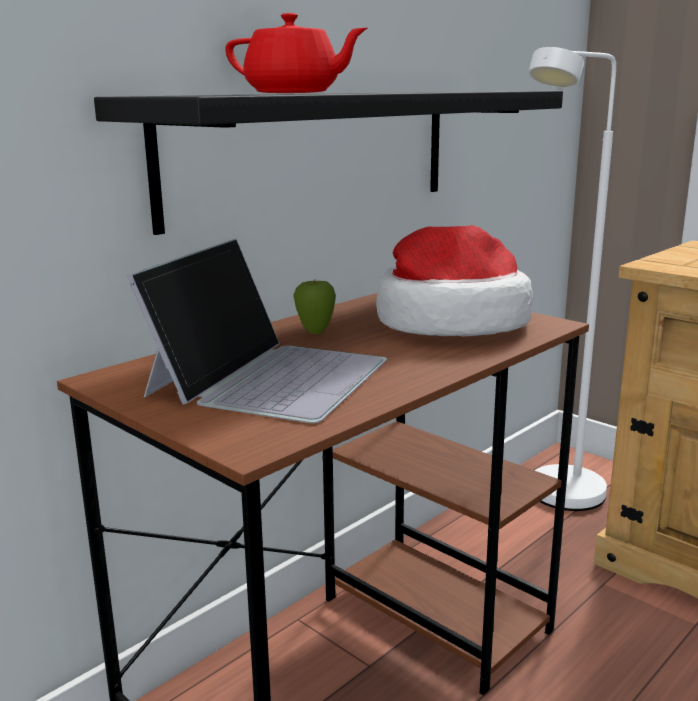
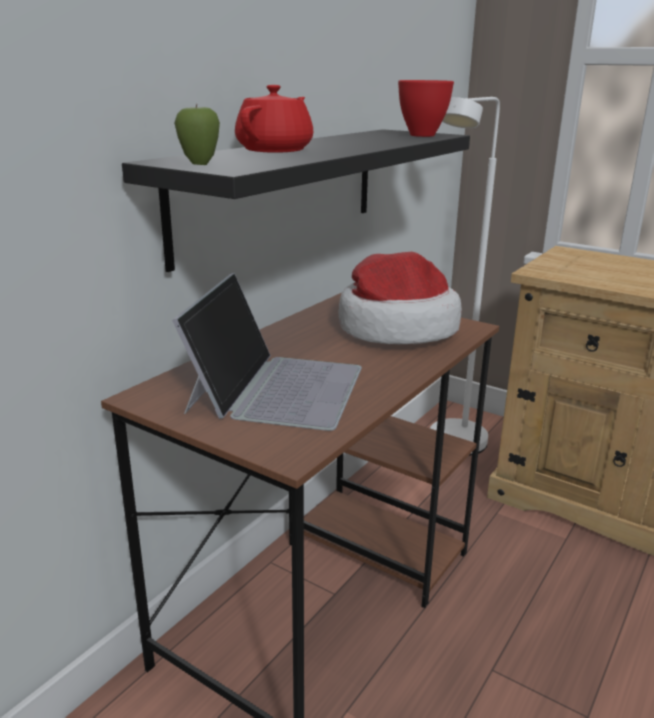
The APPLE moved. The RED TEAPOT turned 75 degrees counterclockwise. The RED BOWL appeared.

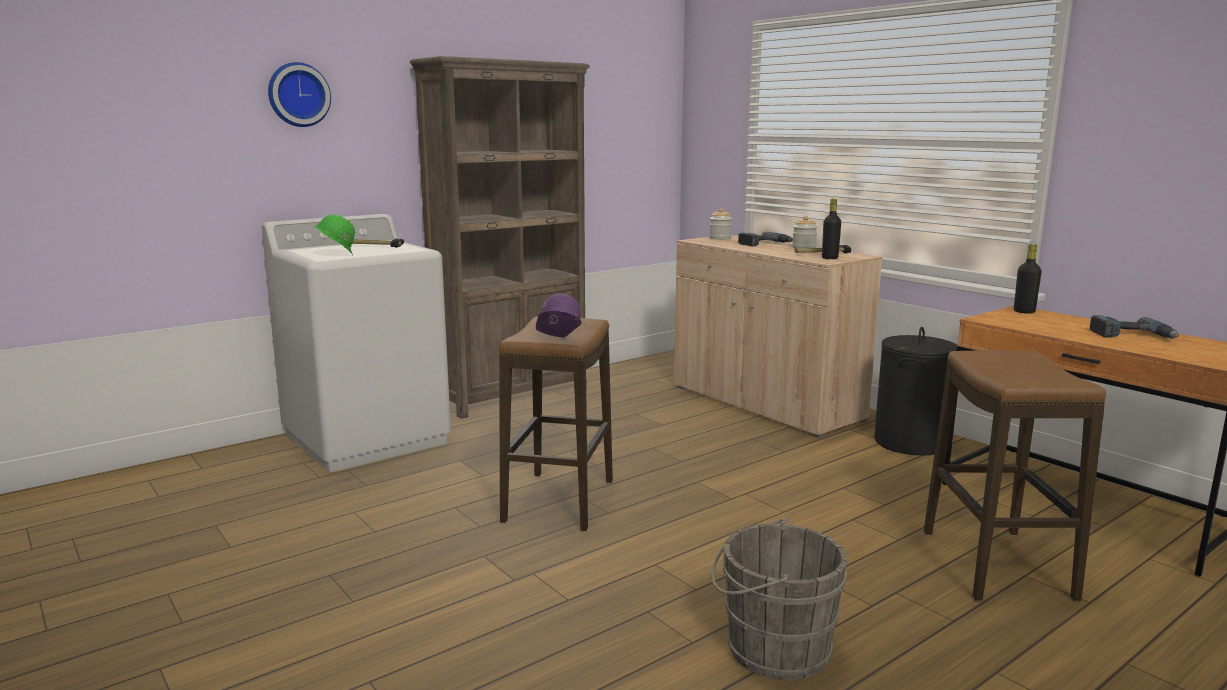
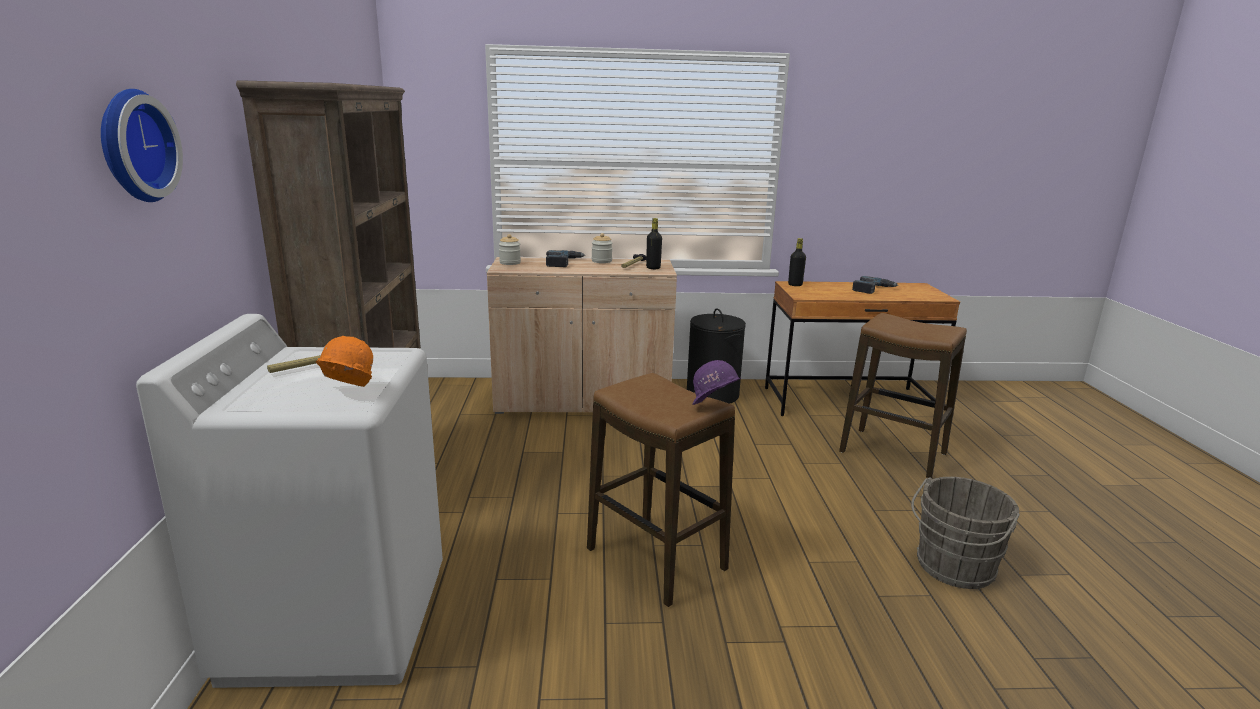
The GREEN HARD HAT became the ORANGE HARD HAT.

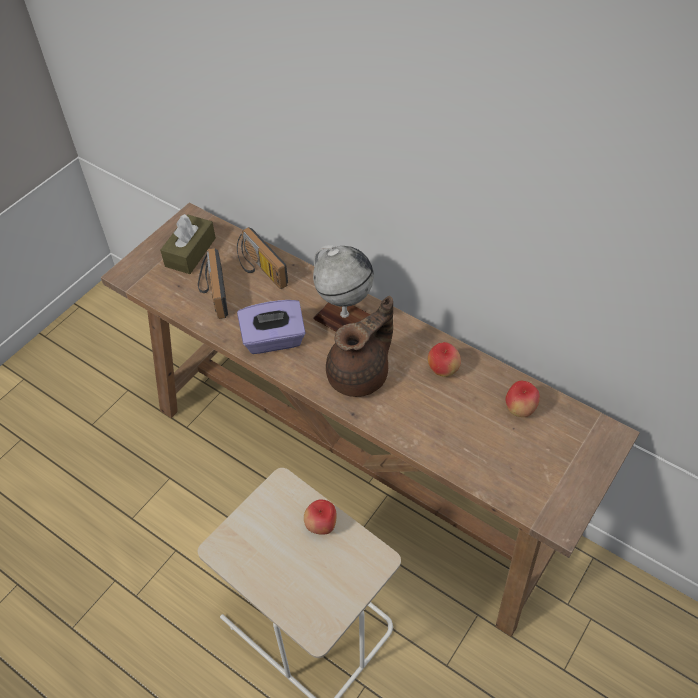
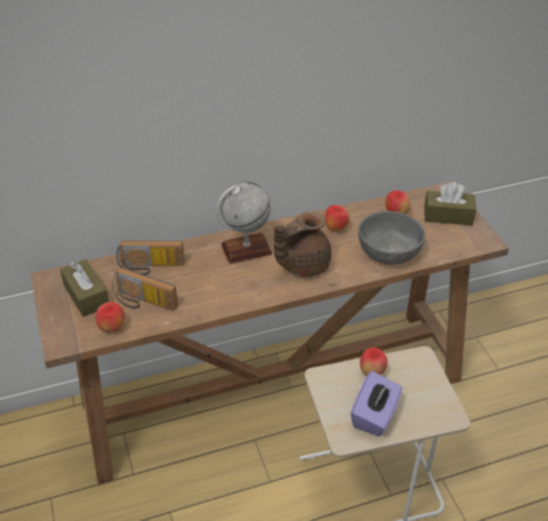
The APPLE (1st from left) appeared. The BROWN TEAPOT turned 120 degrees counterclockwise. The PURPLE TISSUE BOX moved. The GREY BOWL appeared. The BROWN TISSUE BOX (2nd from left) appeared.

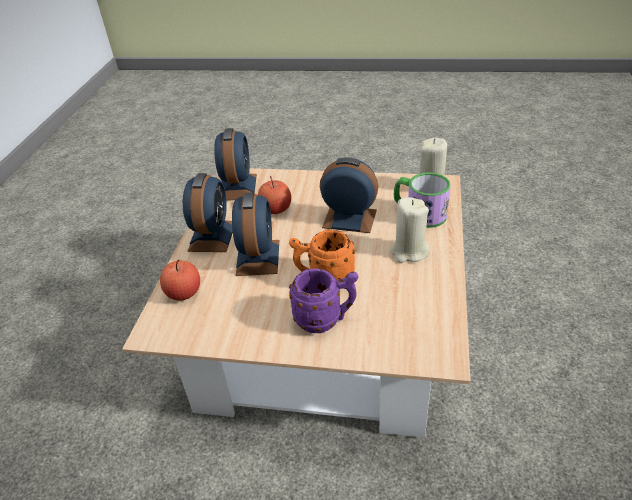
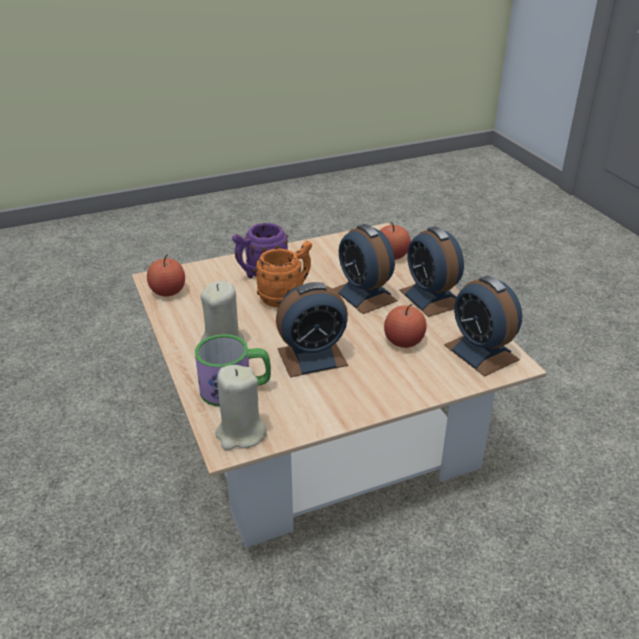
The APPLE (1st from left) appeared.

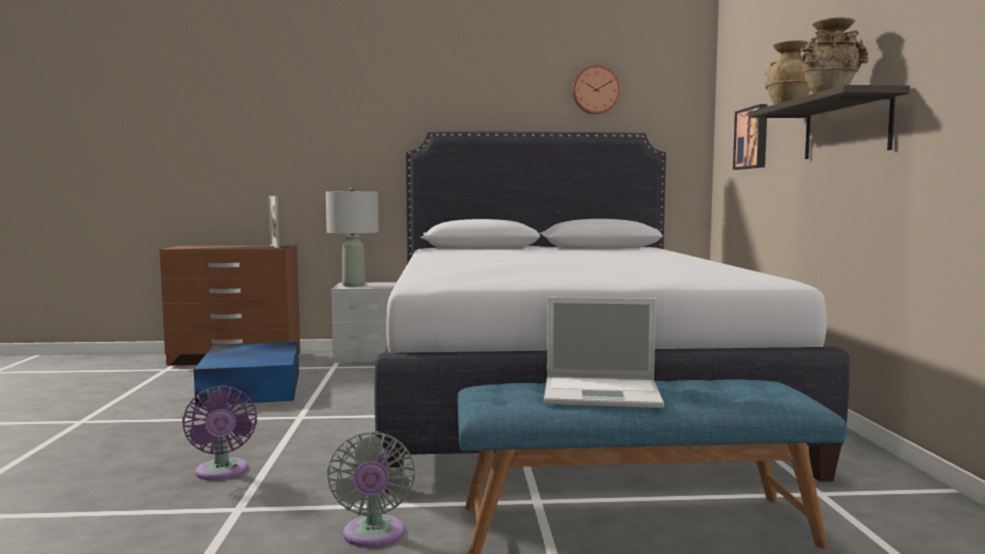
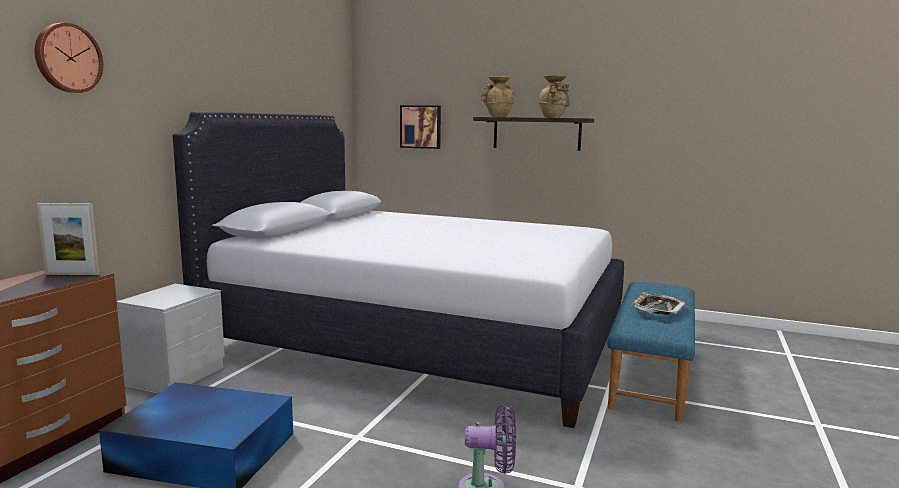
The WALL CLOCK moved. The LAPTOP was replaced by the TRAY. The GREY TABLE LAMP disappeared. The GREY FAN disappeared.

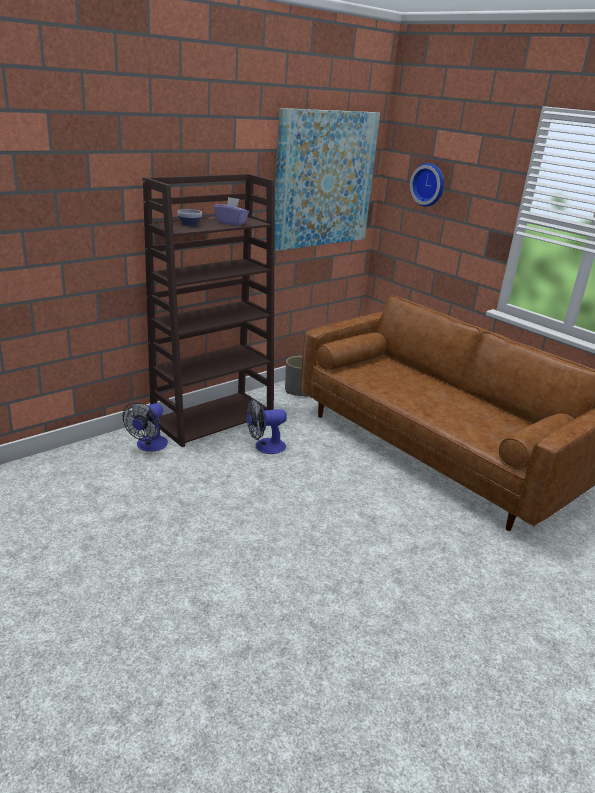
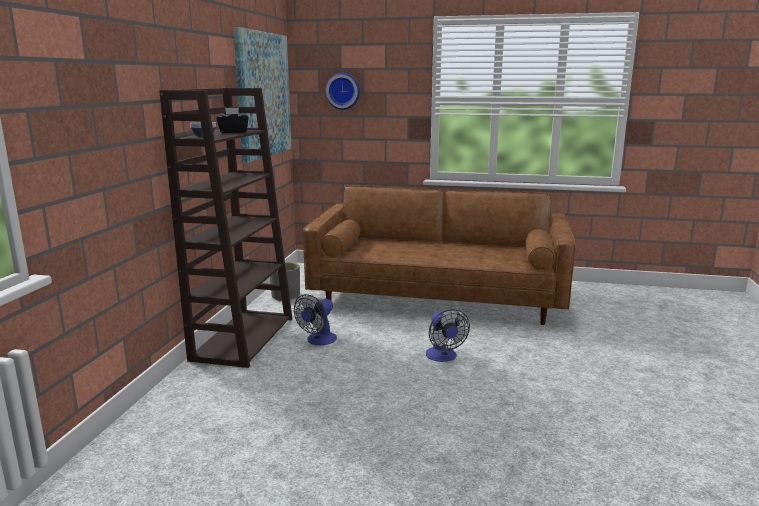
The PURPLE TISSUE BOX became the BLACK TISSUE BOX. The FAN (1st from left in the first image) moved.

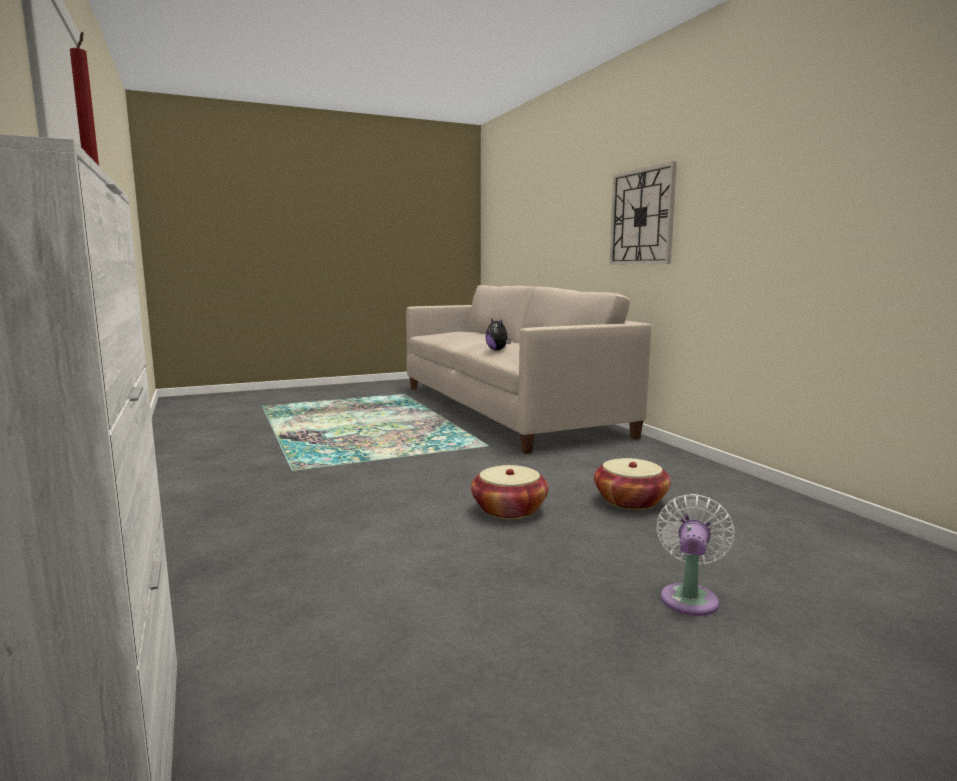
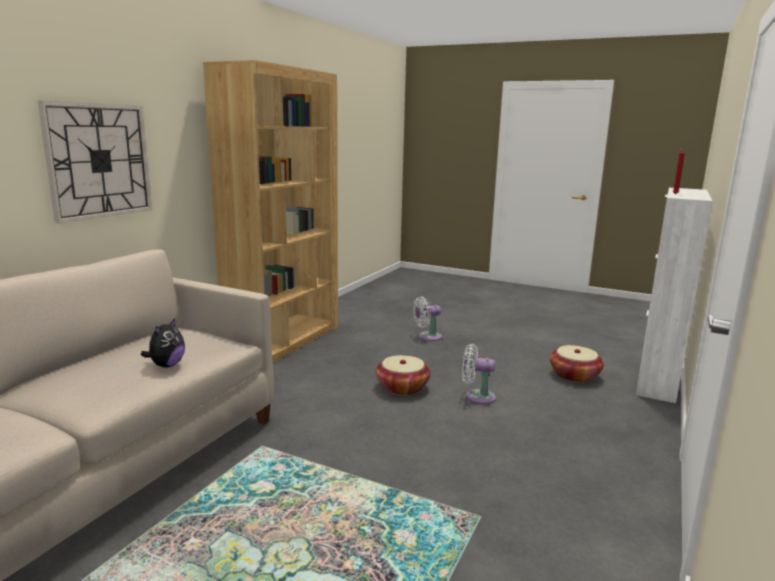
The BROWN BOOKCASE appeared. The WHITE FAN (2nd from left) appeared. The BASKET (2nd from left) moved.

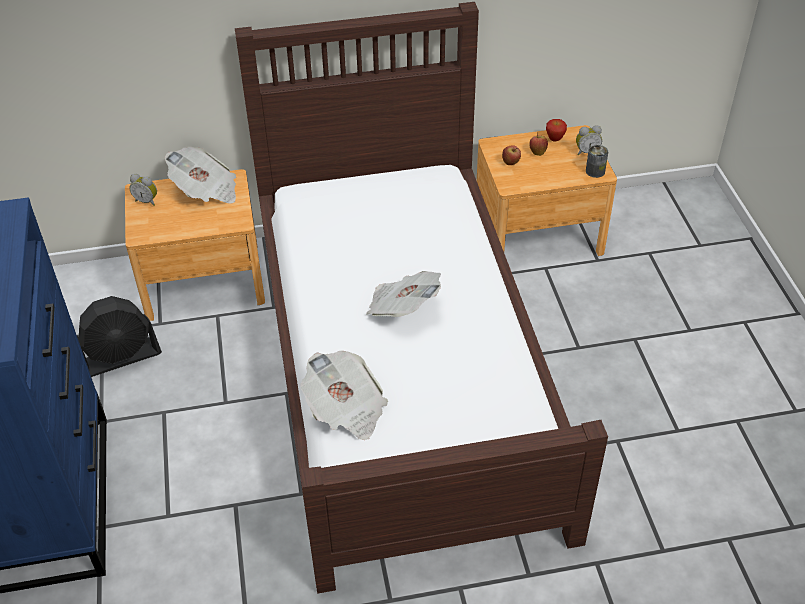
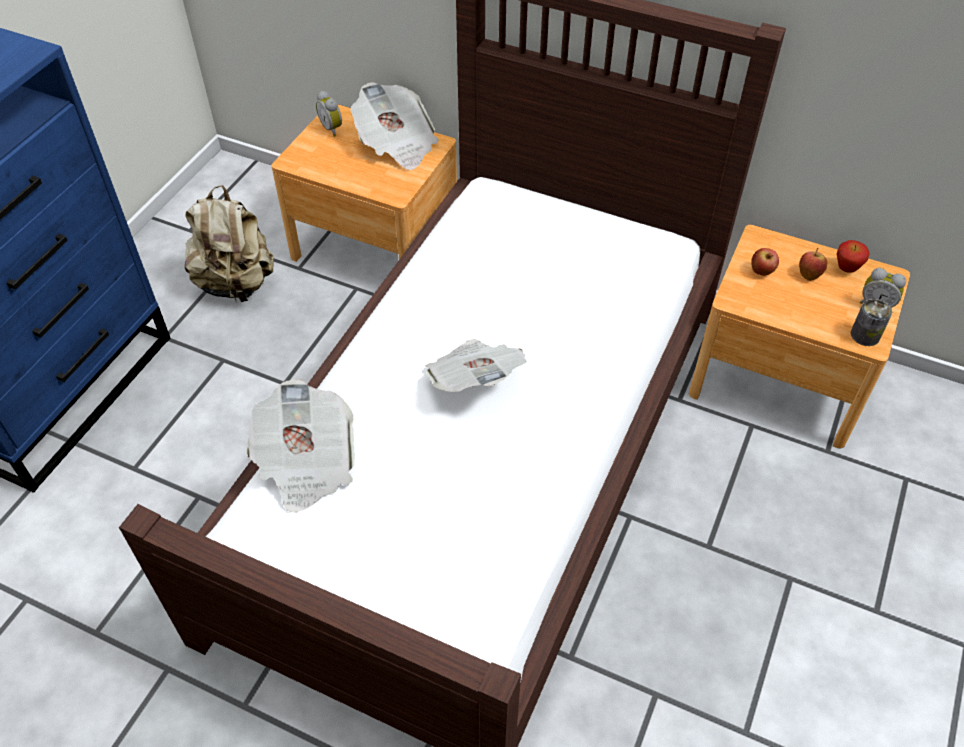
The BLACK FAN was replaced by the BEIGE BACKPACK.

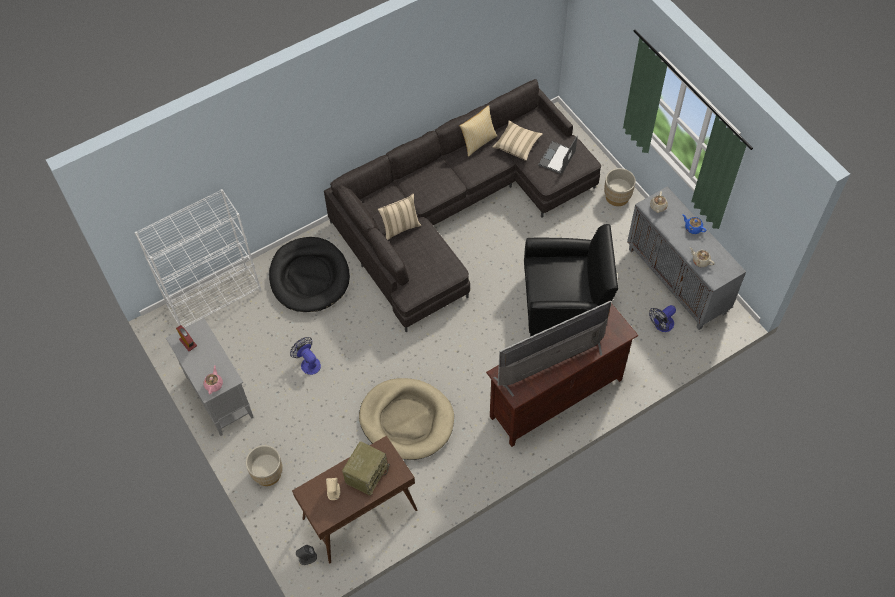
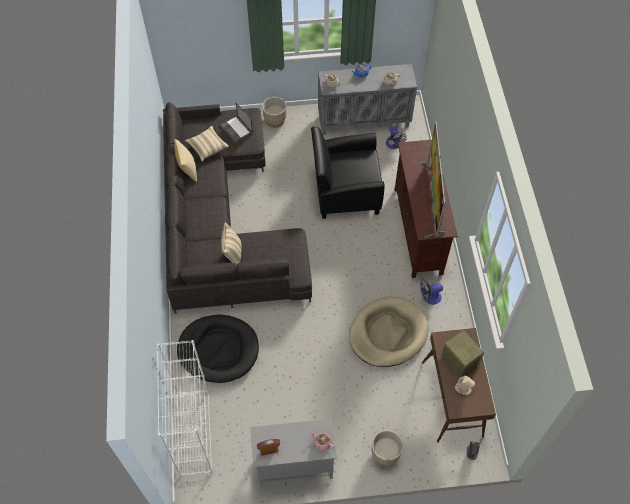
The BLACK ARMCHAIR turned 120 degrees counterclockwise. The FAN (1st from left in the first image) moved.

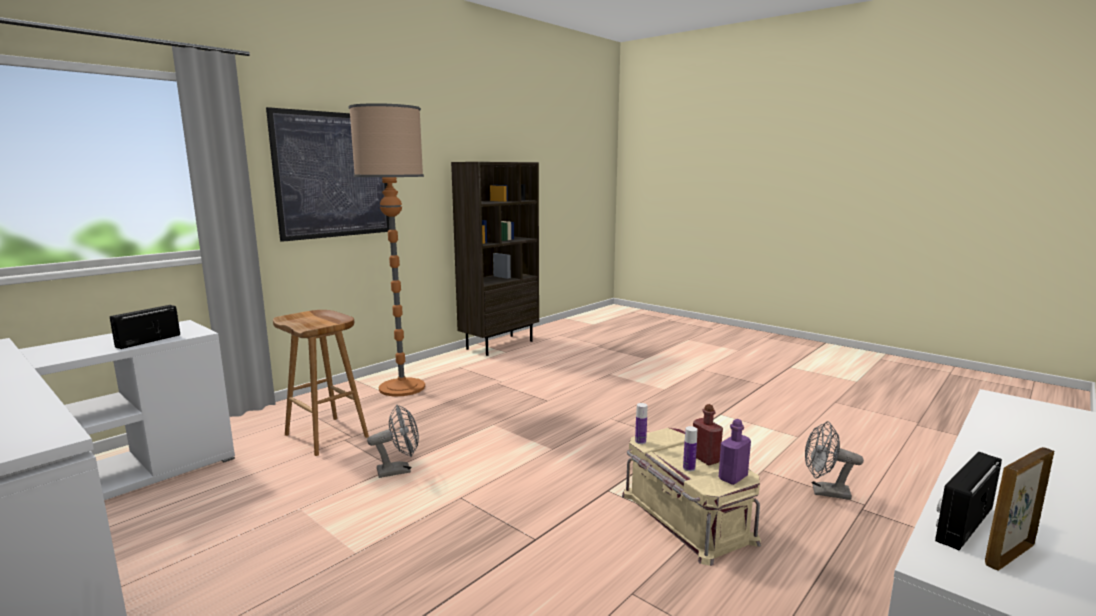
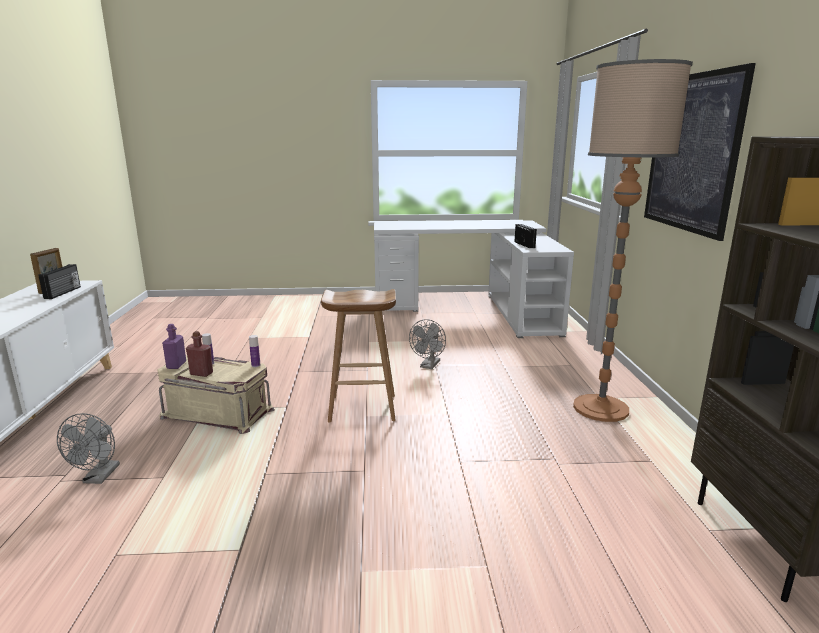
The GREY FAN (2nd from left in the first image) turned 120 degrees clockwise. The BROWN STOOL moved.

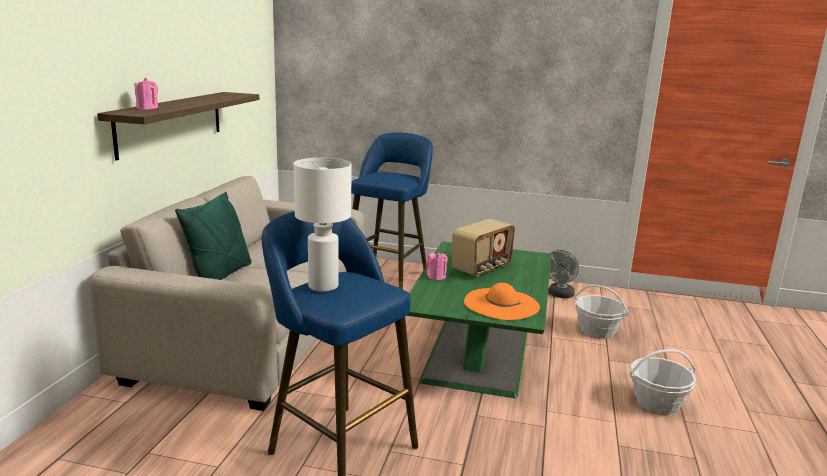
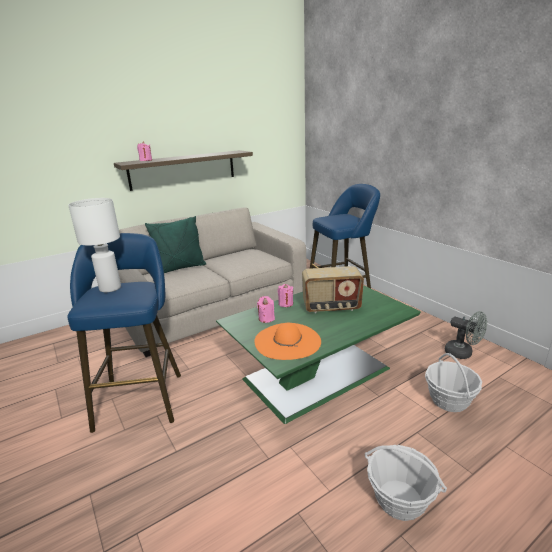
The PINK CANDLE (2nd from left) appeared. The GREY FAN turned 120 degrees counterclockwise.

